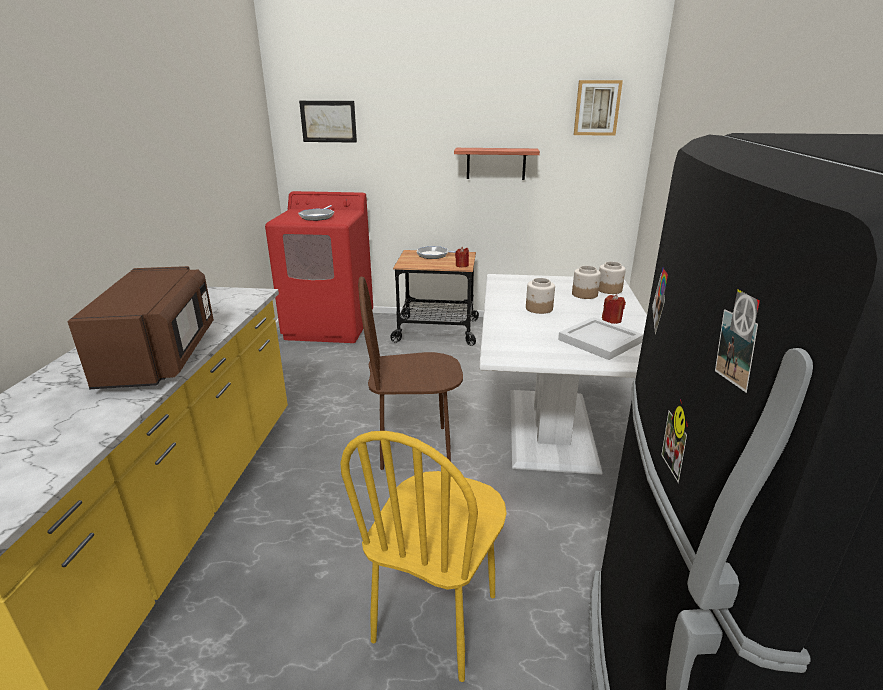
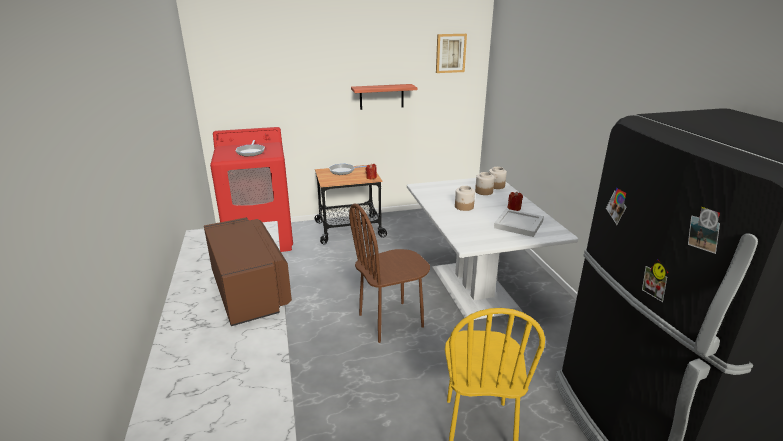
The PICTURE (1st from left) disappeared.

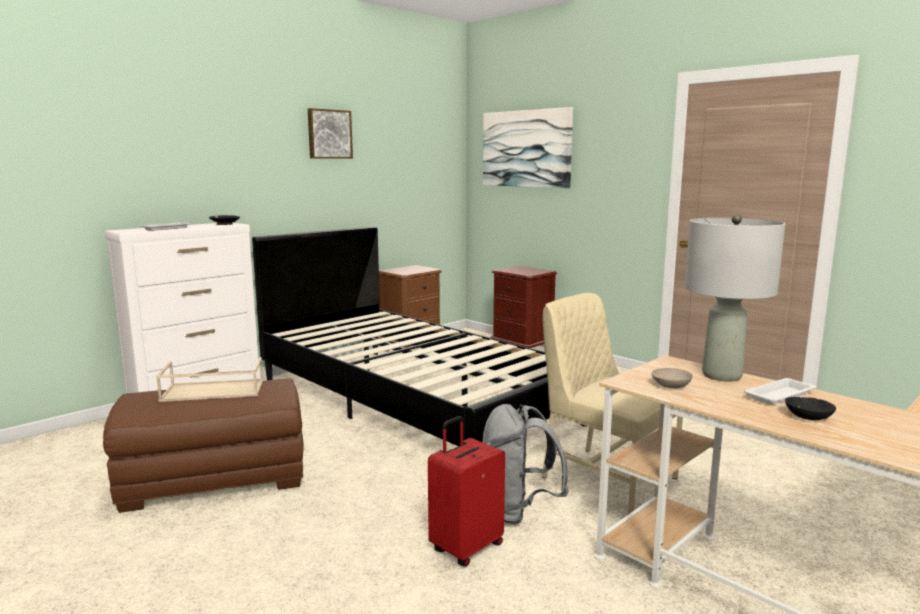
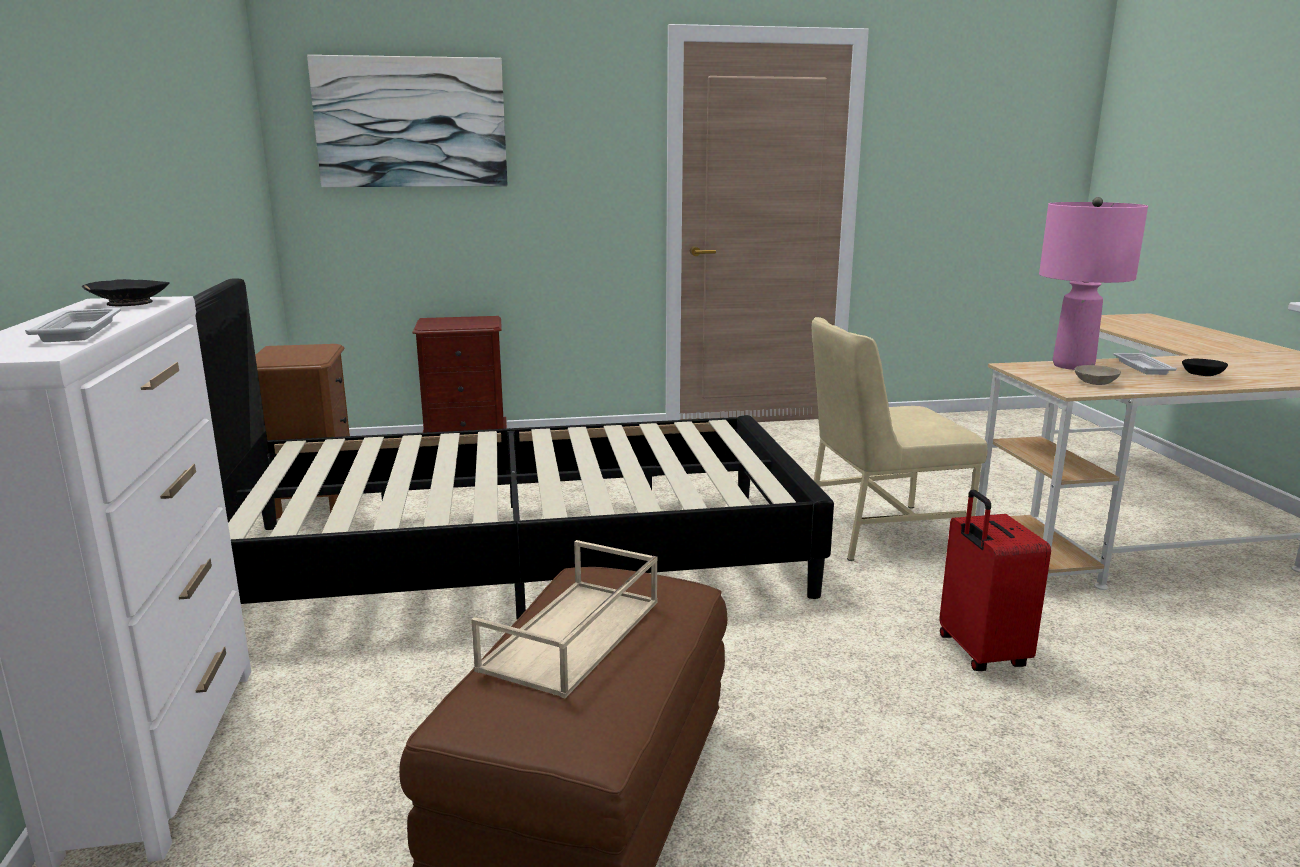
The GREY TABLE LAMP became the PINK TABLE LAMP. The PICTURE (1st from left) disappeared. The GREY BACKPACK disappeared.

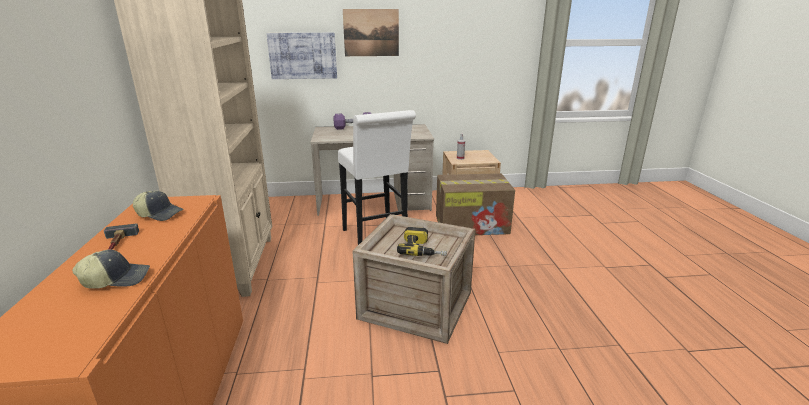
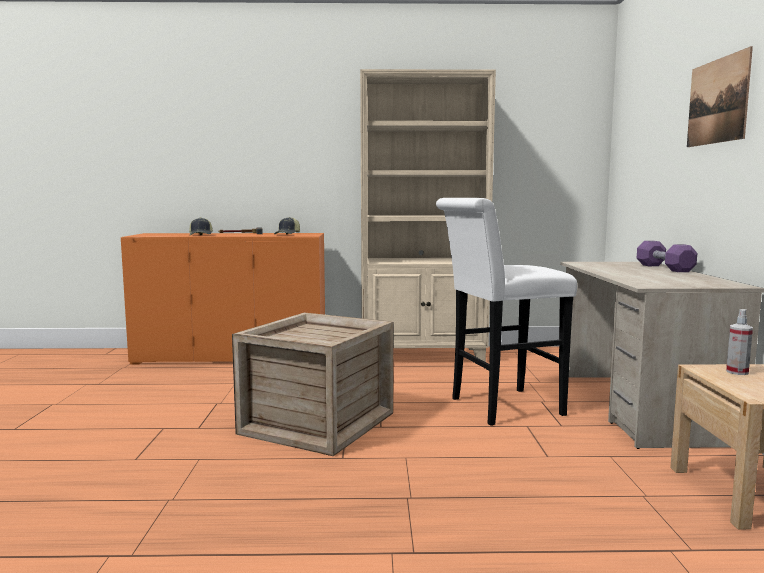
The PICTURE (1st from left) disappeared. The POWER DRILL disappeared. The CARDBOARD BOX disappeared.

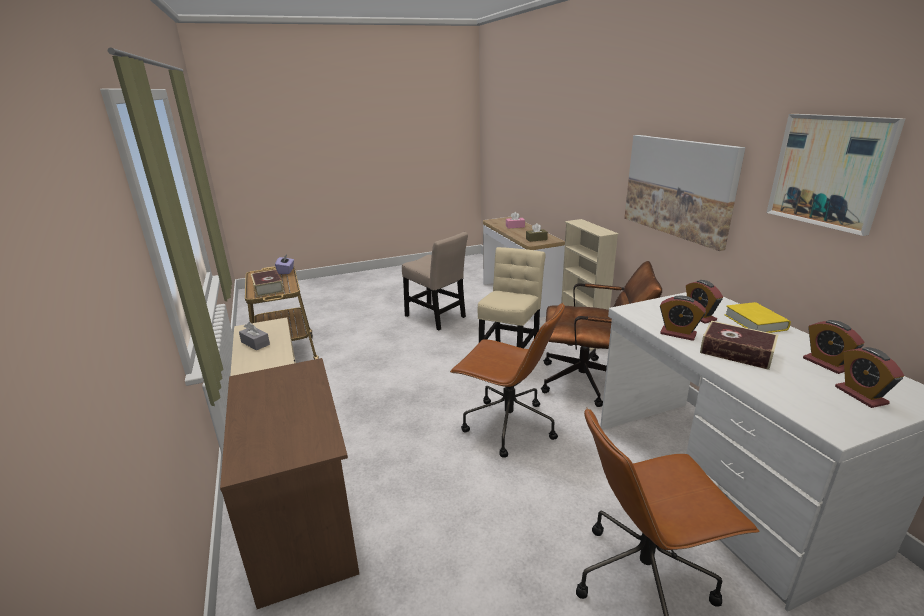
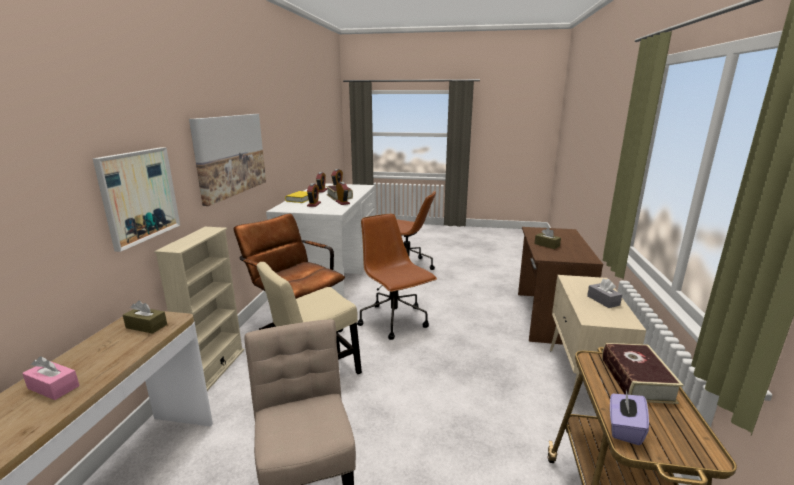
The PICTURE (2nd from left in the first image) moved. The BROWN TISSUE BOX (2nd from left) appeared.

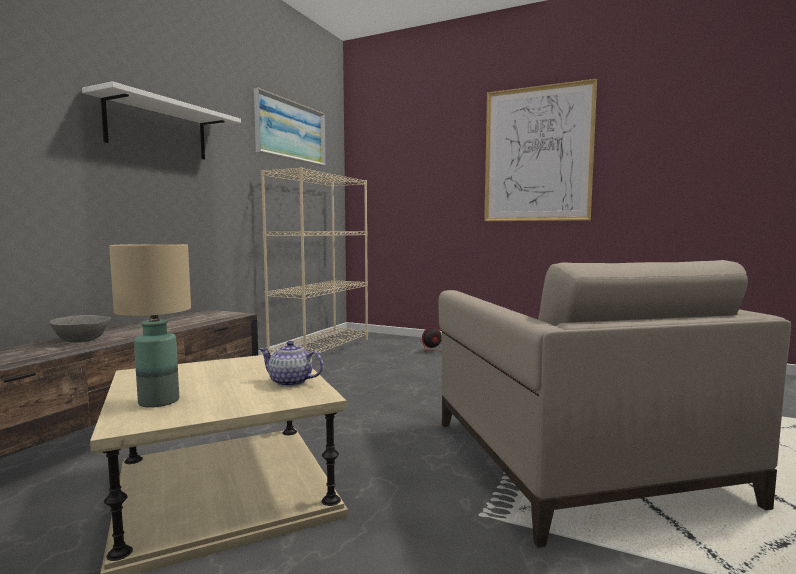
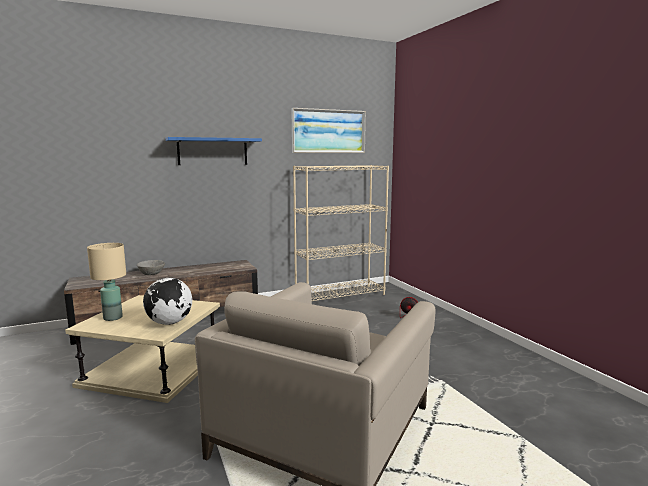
The TEAPOT was replaced by the GLOBE. The WHITE SHELF became the BLUE SHELF. The PICTURE (2nd from left) disappeared.

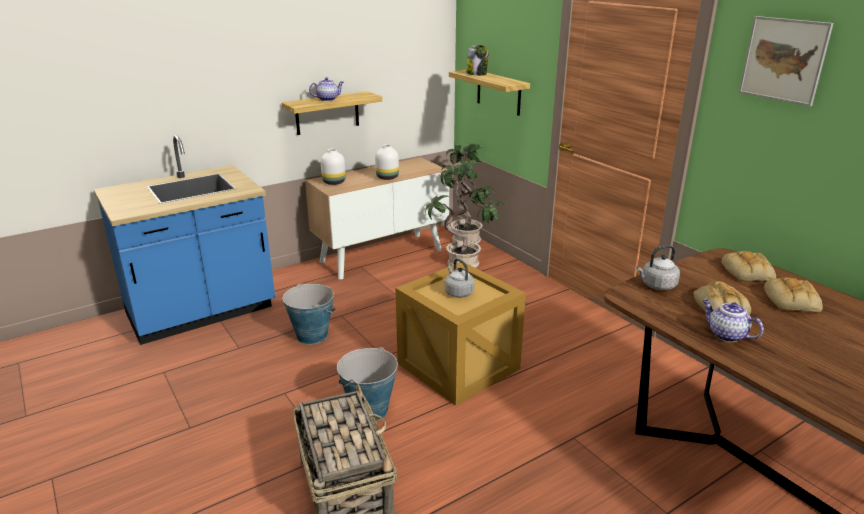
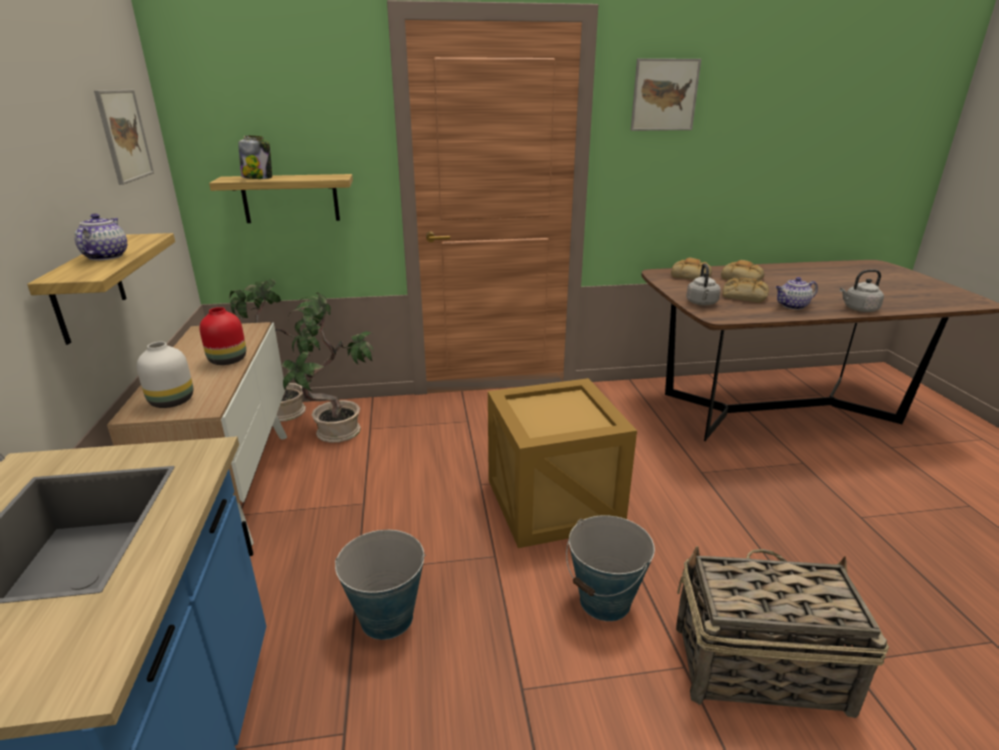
The PICTURE (1st from left) appeared. The WHITE VASE (2nd from left) became the RED VASE. The GREY KETTLE (1st from left in the first image) moved.

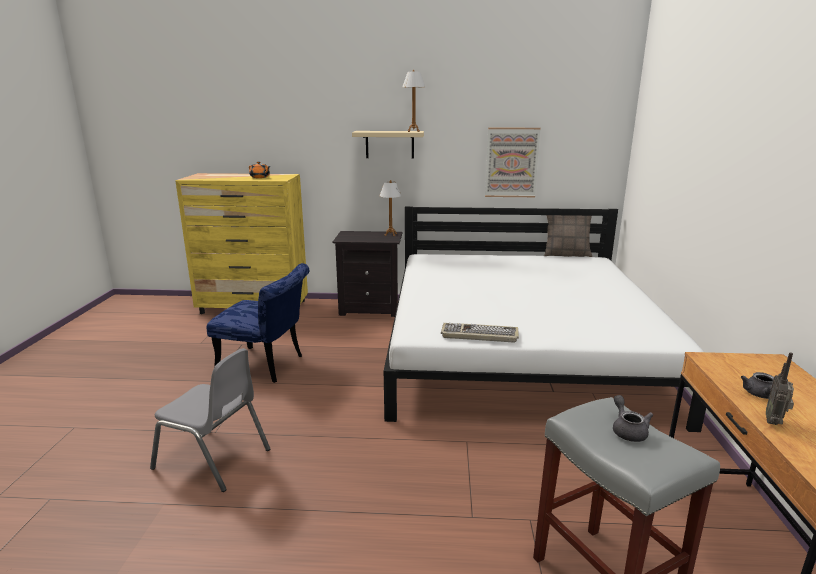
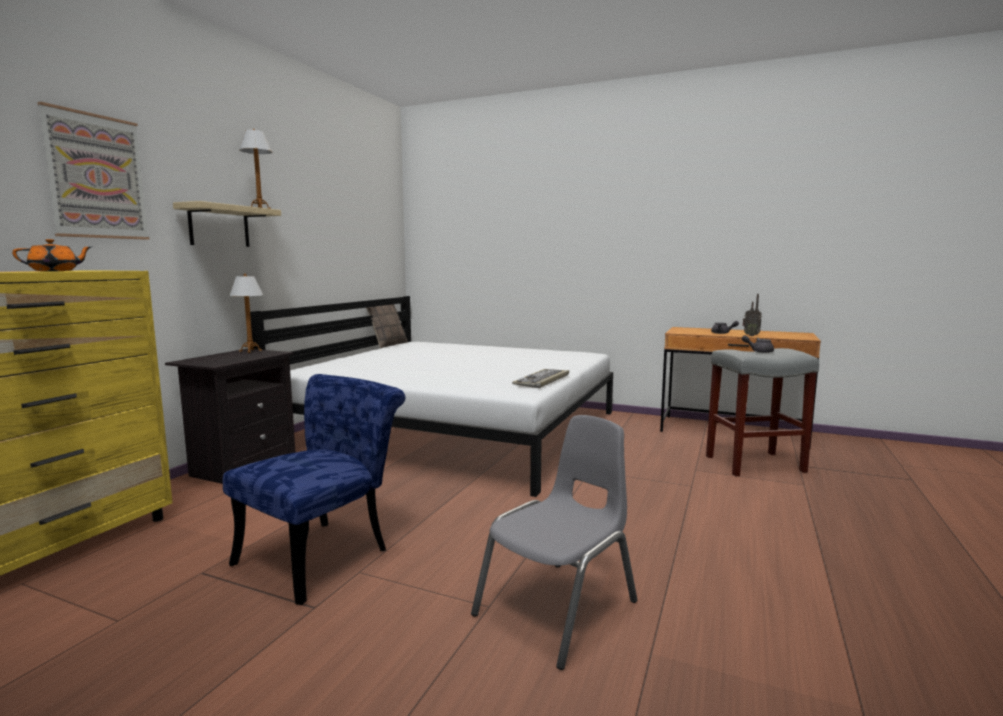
The PICTURE moved.

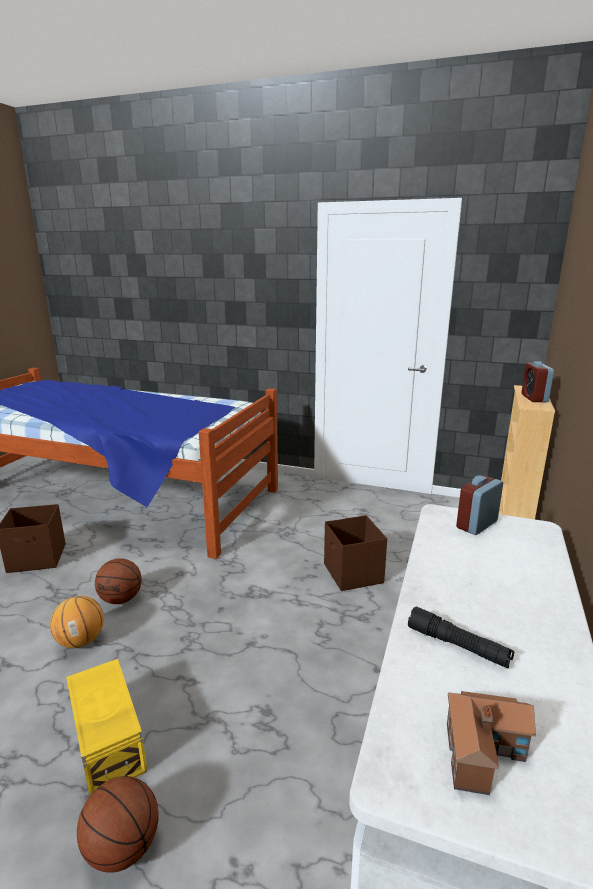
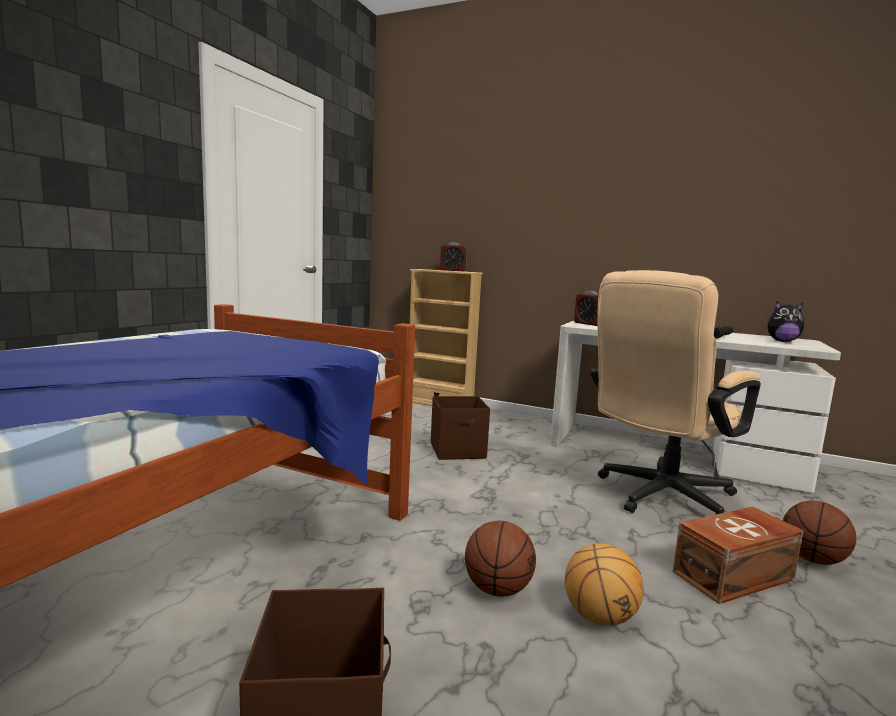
The BEIGE OFFICE CHAIR appeared. The YELLOW STORAGE BOX became the BROWN STORAGE BOX (3rd from left). The TOY HOUSE was replaced by the PLUSH TOY.

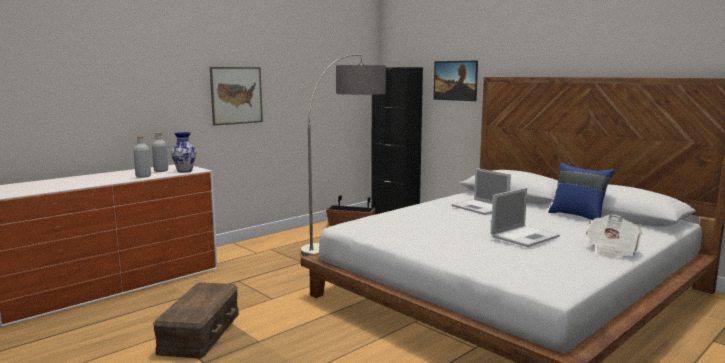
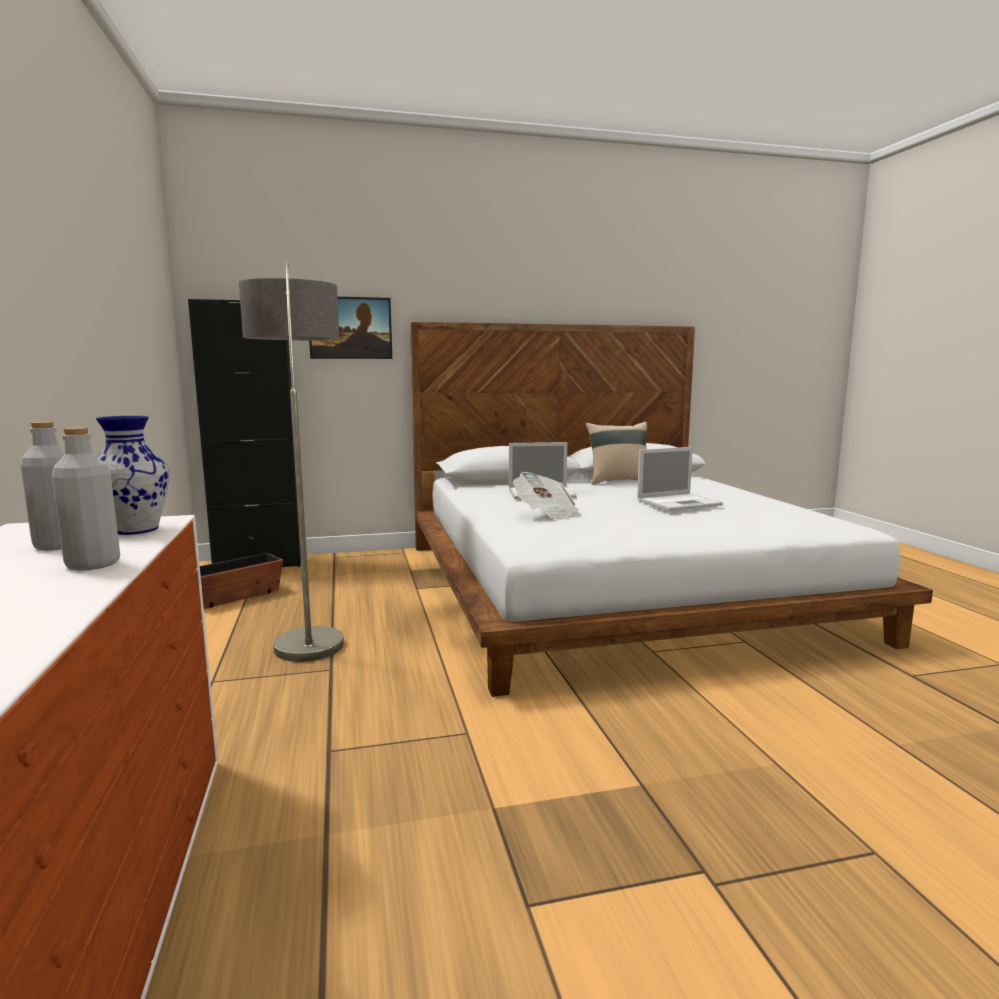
The NEWSPAPER moved. The BLUE PILLOW became the BEIGE PILLOW. The LAPTOP (2nd from left) turned 75 degrees clockwise. The BROWN STORAGE BOX disappeared. The PICTURE (1st from left) disappeared.

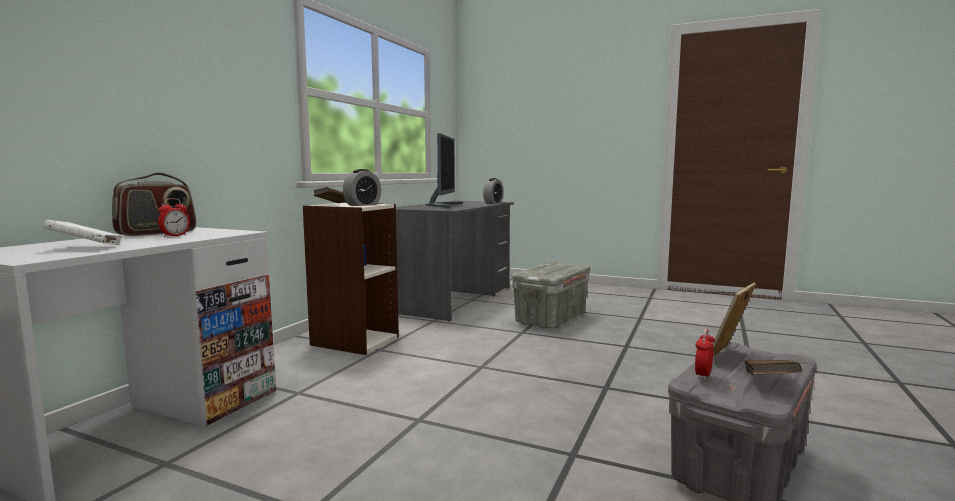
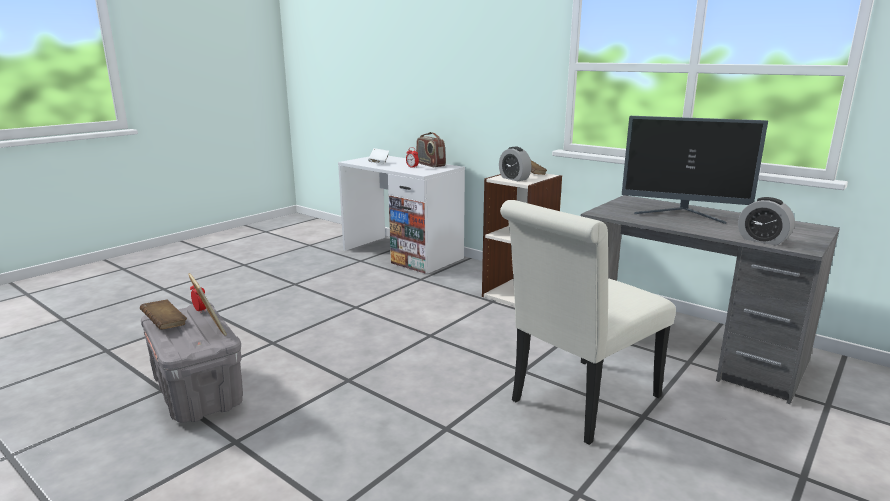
The GREY STORAGE BOX (1st from left) was replaced by the WHITE CHAIR.

